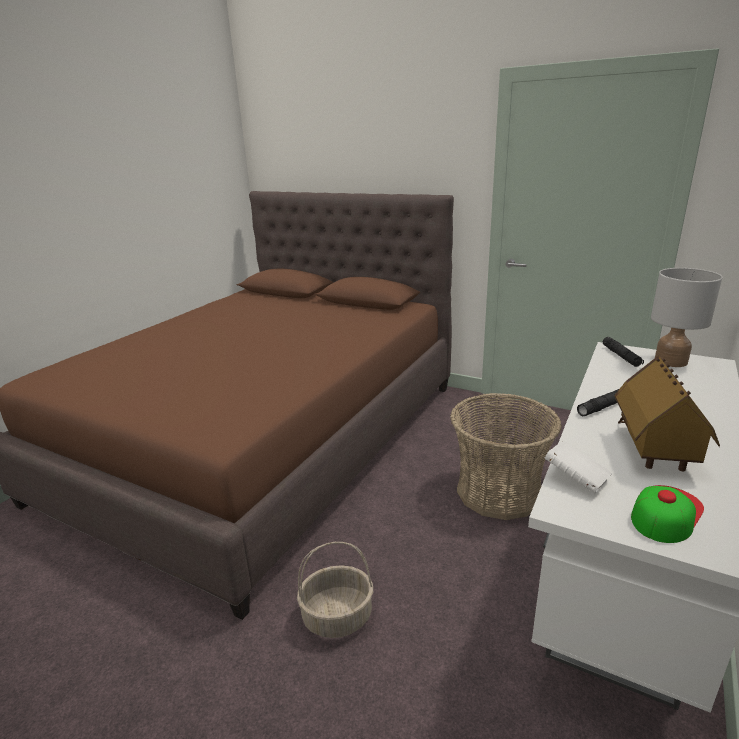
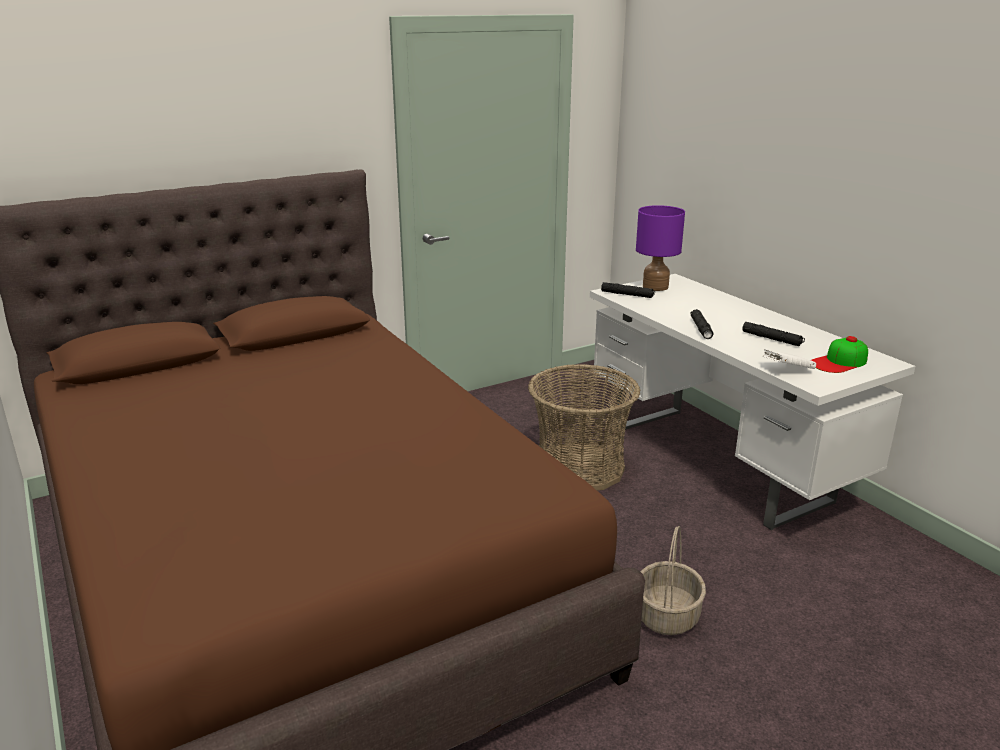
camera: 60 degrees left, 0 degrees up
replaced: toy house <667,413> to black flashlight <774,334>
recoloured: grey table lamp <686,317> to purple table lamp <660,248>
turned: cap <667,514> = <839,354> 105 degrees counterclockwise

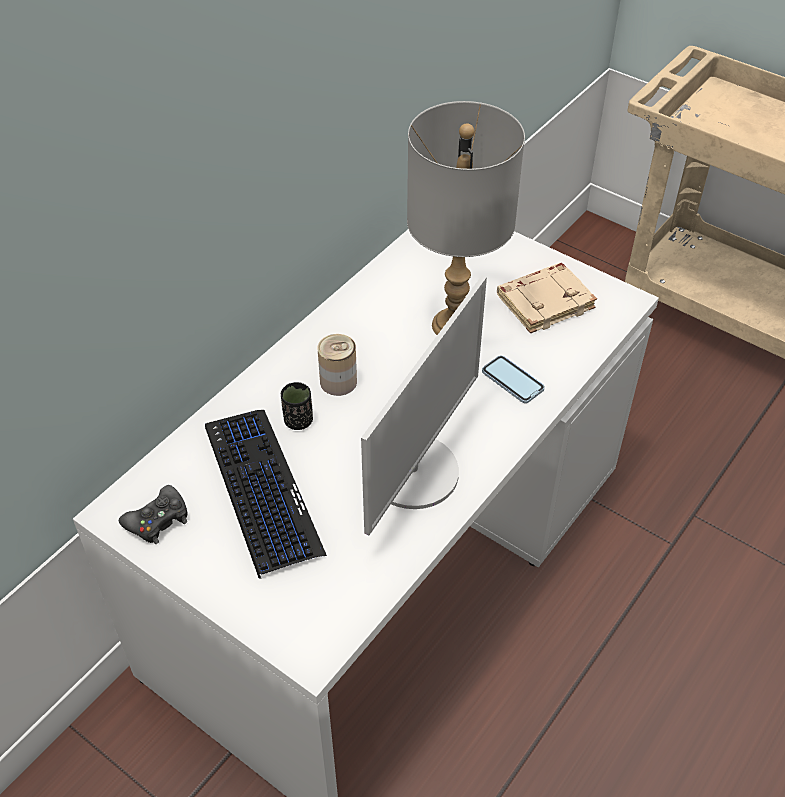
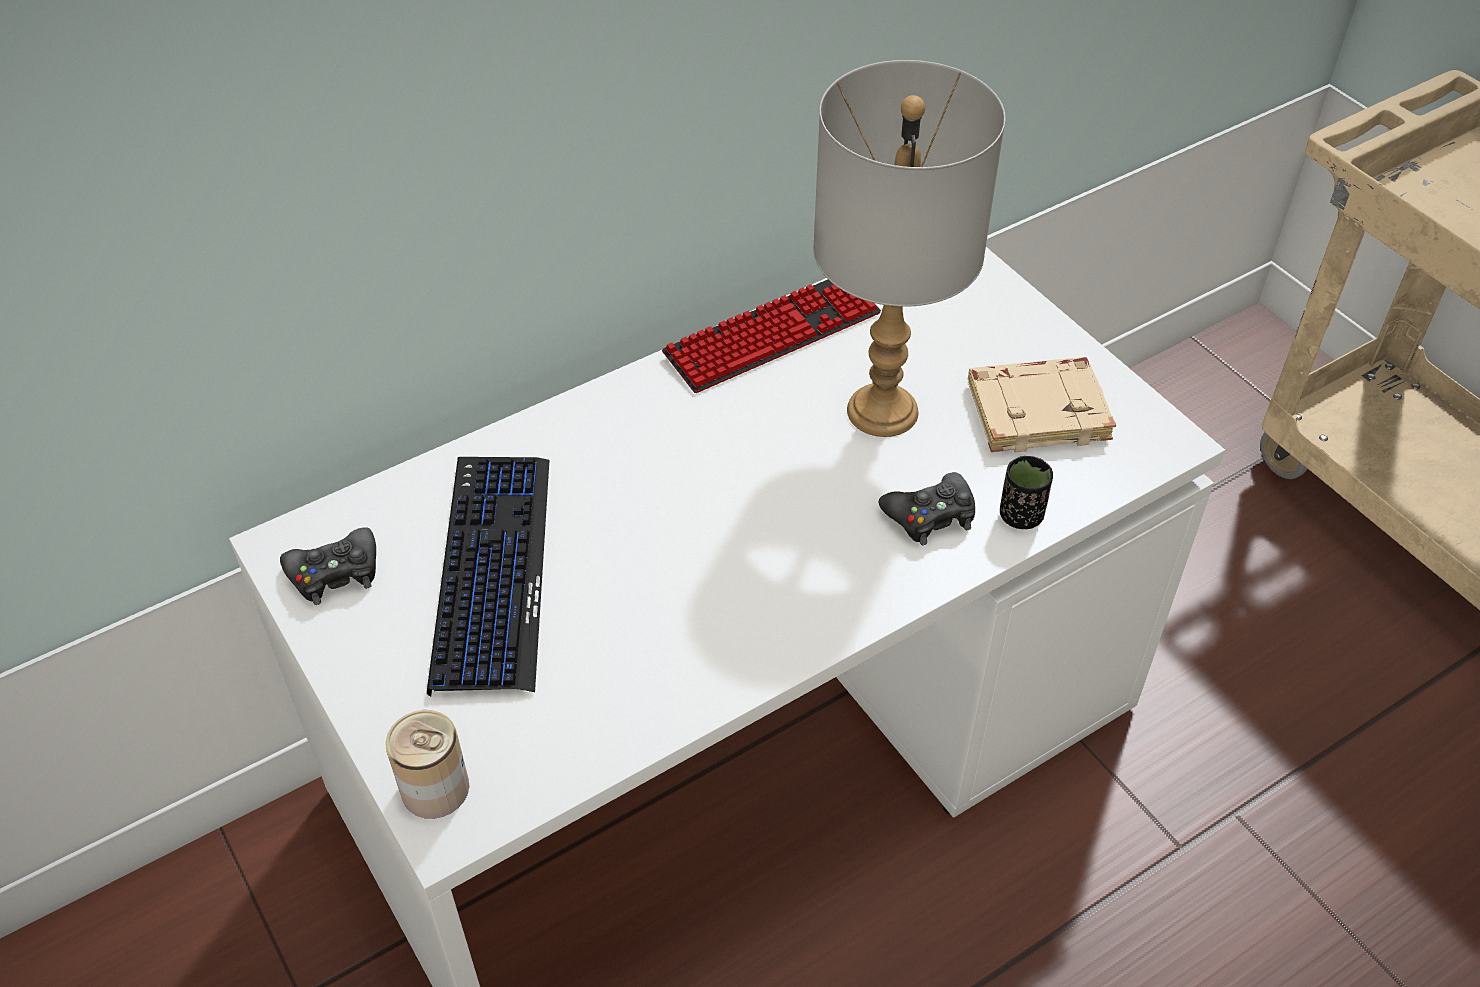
camera: 20 degrees right, 0 degrees up
removed: monitor <424,405>
added: keyboard <771,336>
moved: black cup <297,406> to <1026,492>; can <337,365> to <427,764>
replaced: phone <513,379> to black game controller <927,508>

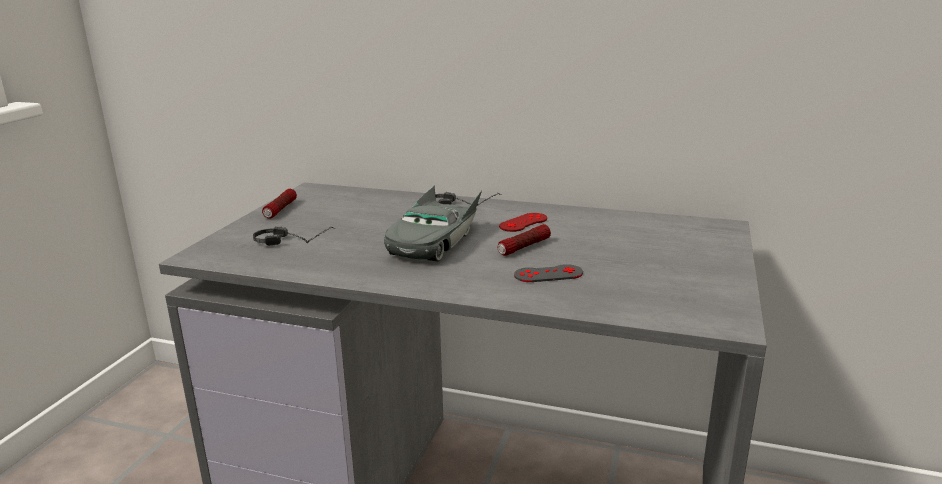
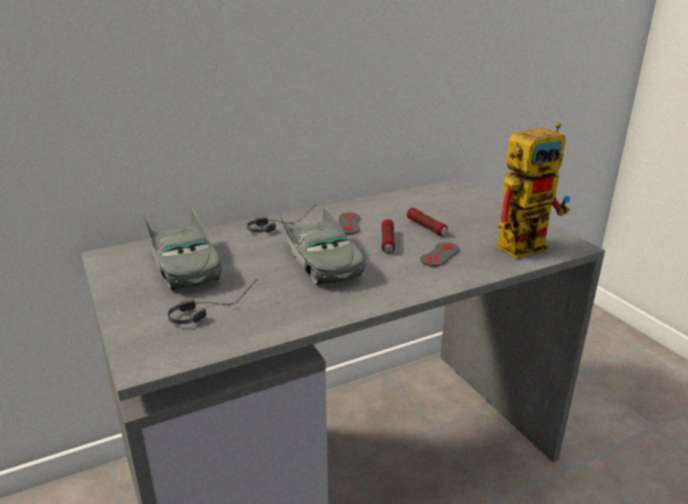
camera: 45 degrees left, 5 degrees up
added: grey toy car <183,249>; toy robot <533,190>
moved: flashlight <279,204> to <427,222>
recoloured: red game controller <523,222> to grey game controller <349,223>

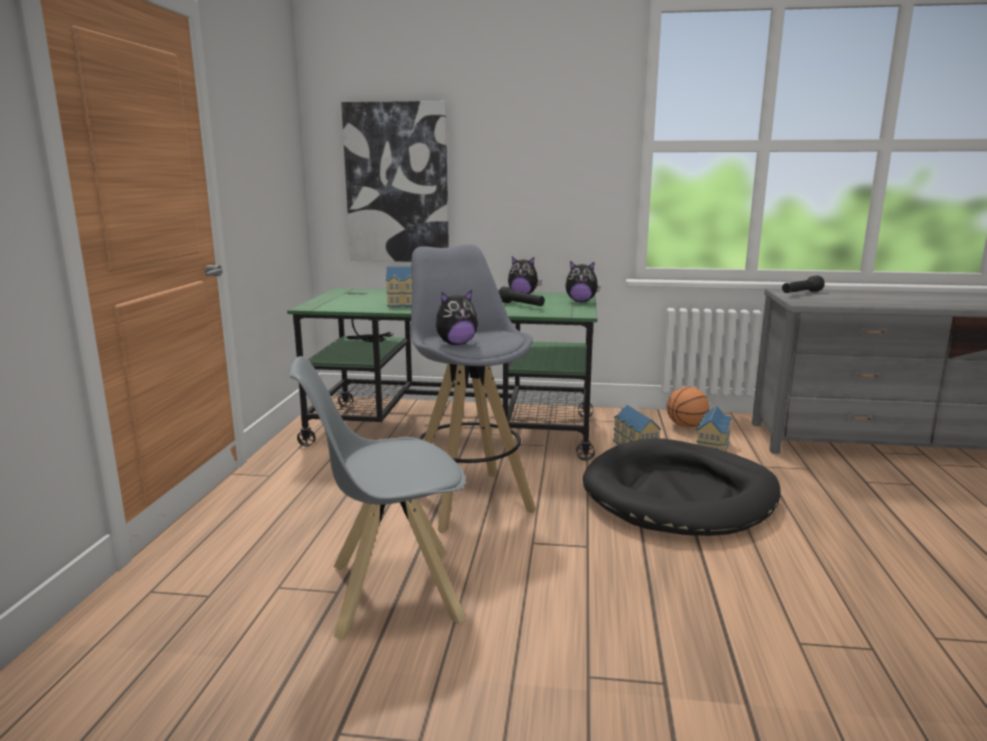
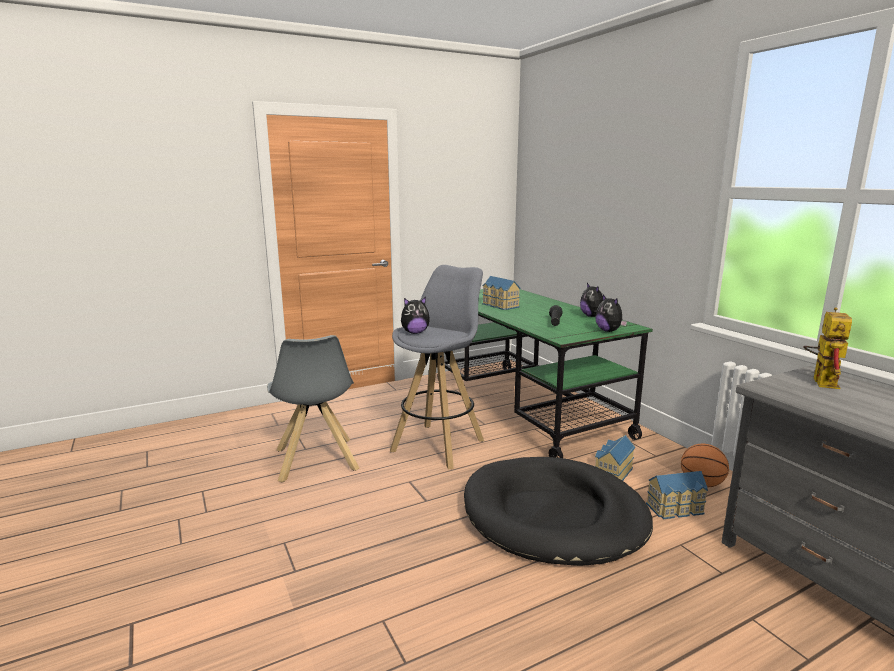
camera: 55 degrees right, 0 degrees up
removed: picture <395,181>
replaced: black flashlight <803,284> to toy robot <827,348>
turned: grey chair <377,498> = <313,408> 150 degrees counterclockwise; plush toy <457,317> = <415,315> 45 degrees counterclockwise

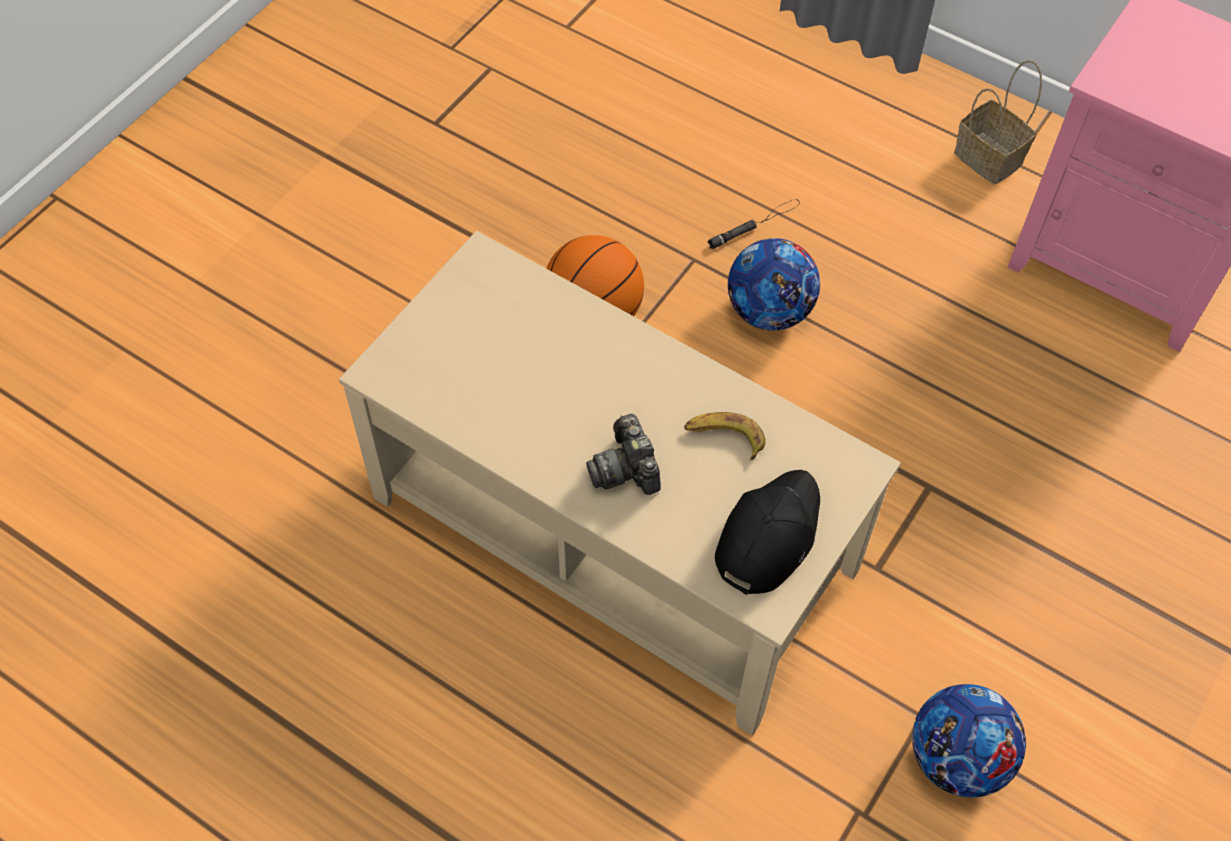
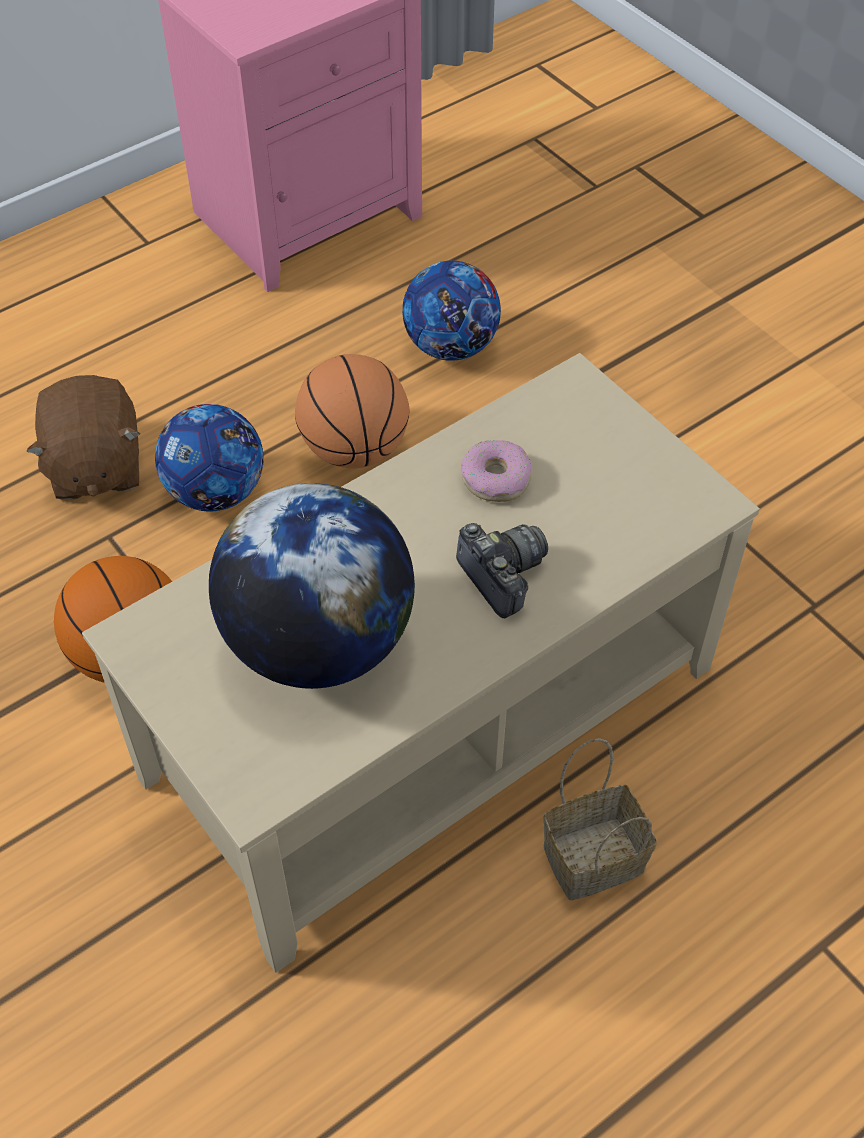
camera: 70 degrees left, 5 degrees down
removed: black cap <767,532>
added: globe <312,586>; basketball <352,411>
moved: football <969,740> to <451,311>; basket <998,122> to <600,819>
replaced: banana <725,436> to donut <496,471>; black flashlight <754,224> to brown plush toy <83,437>
turned: photo camera <623,454> = <502,570> 120 degrees counterclockwise

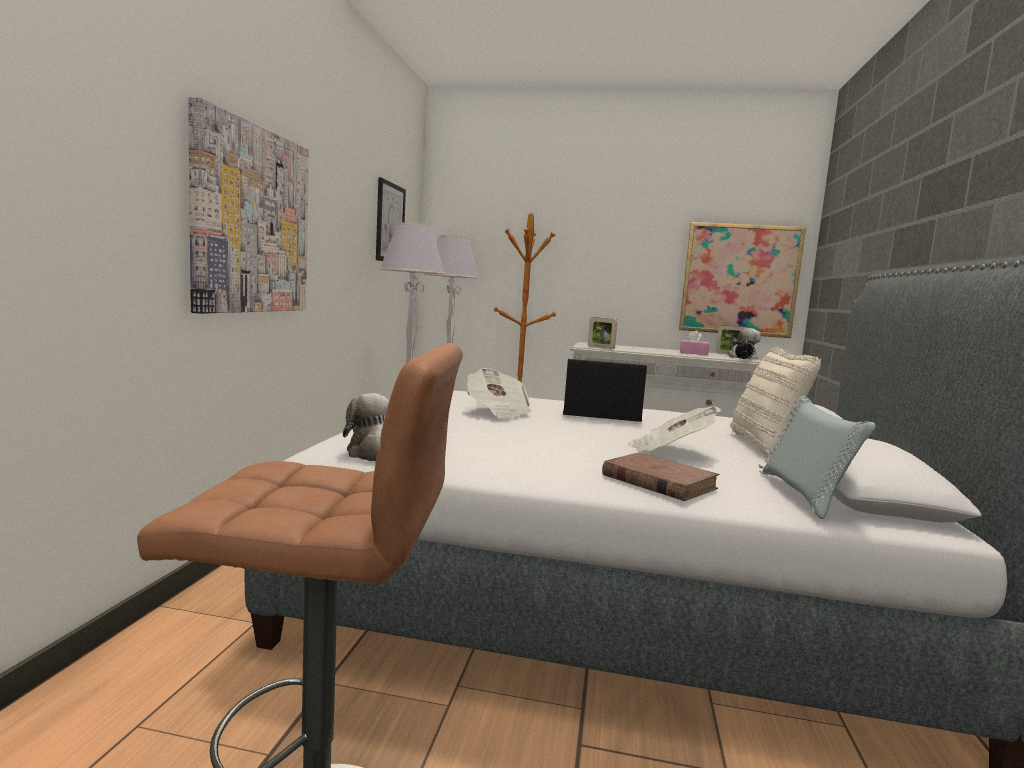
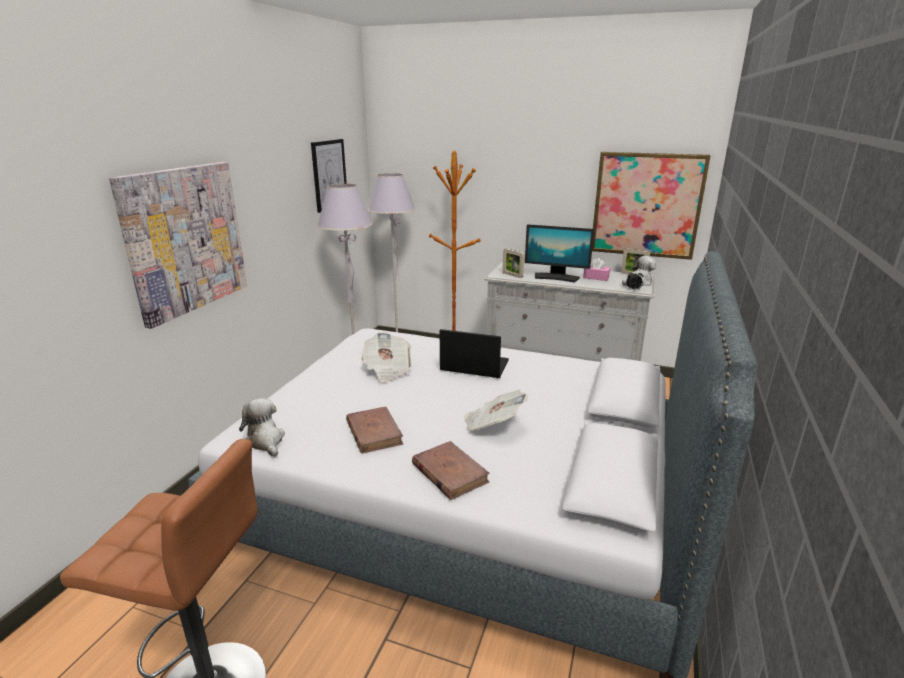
camera: 10 degrees right, 15 degrees up
removed: beige pillow <775,401>; blue pillow <817,457>
added: brown book <374,430>; monitor <559,253>

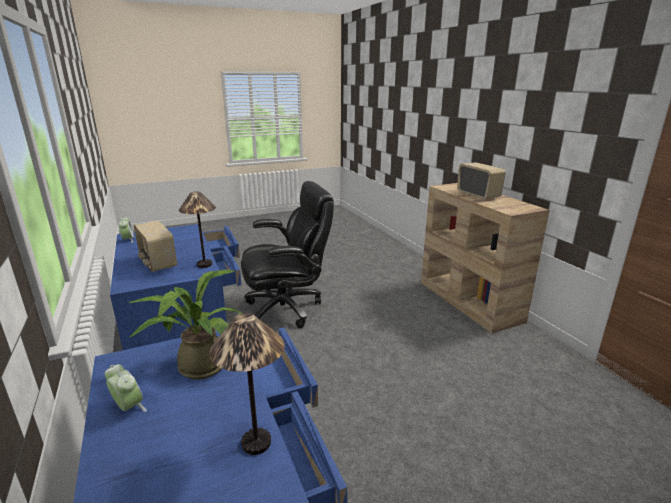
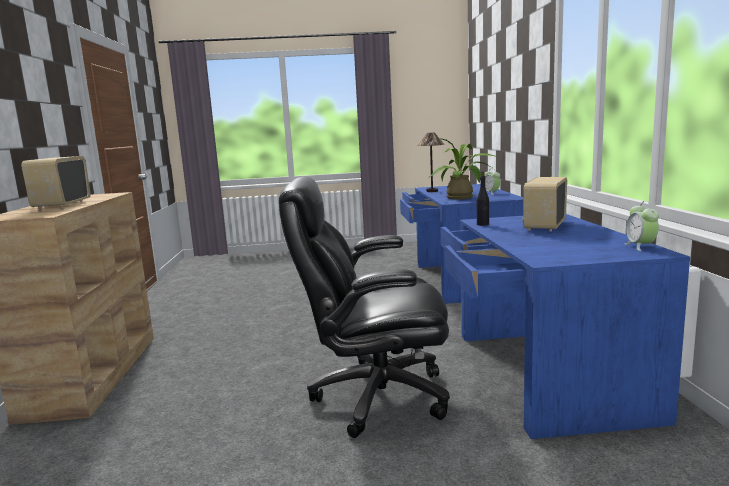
camera: 160 degrees left, 10 degrees down
replaced: table lamp <197,230> to black bottle <483,198>
turned: radio <155,246> = <544,204> 135 degrees counterclockwise

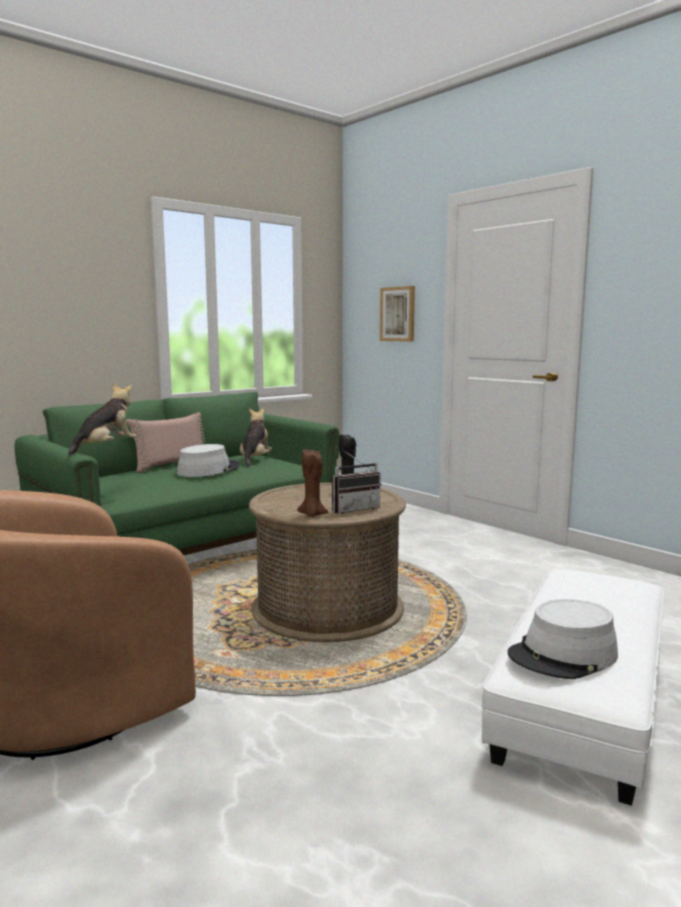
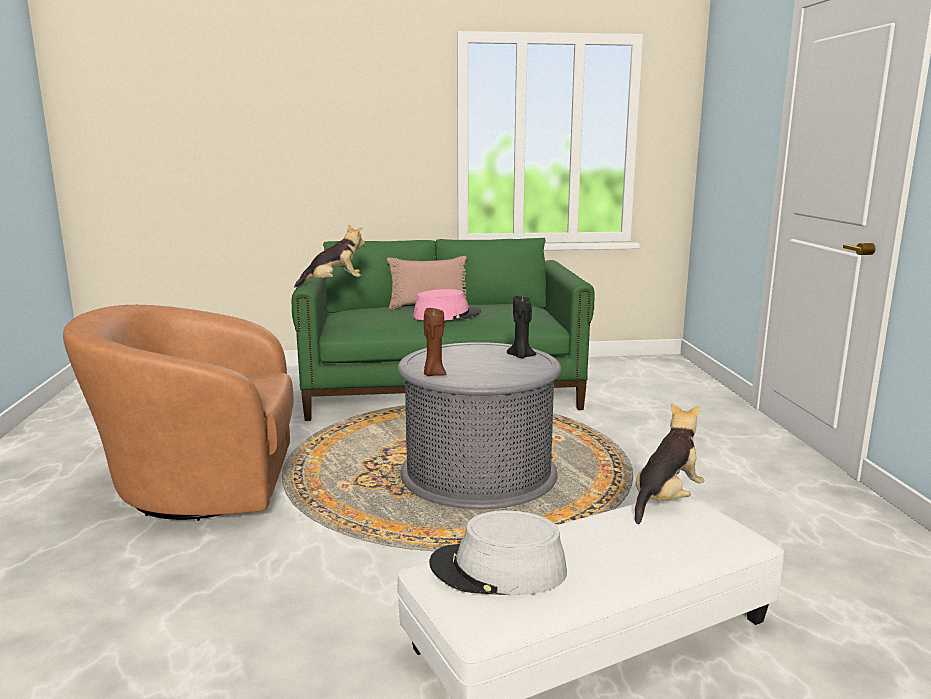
camera: 35 degrees right, 5 degrees up
removed: radio <356,482>; picture <397,314>
moved: plush toy <256,438> to <669,463>
recoloured: grey hat <208,460> to pink hat <447,304>; brown coffee table <327,562> to grey coffee table <479,425>

